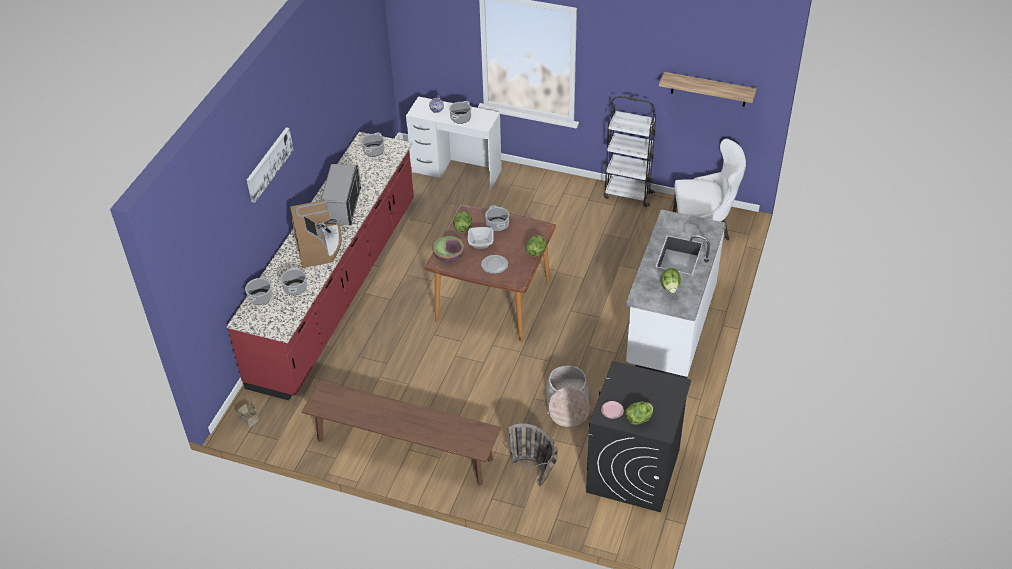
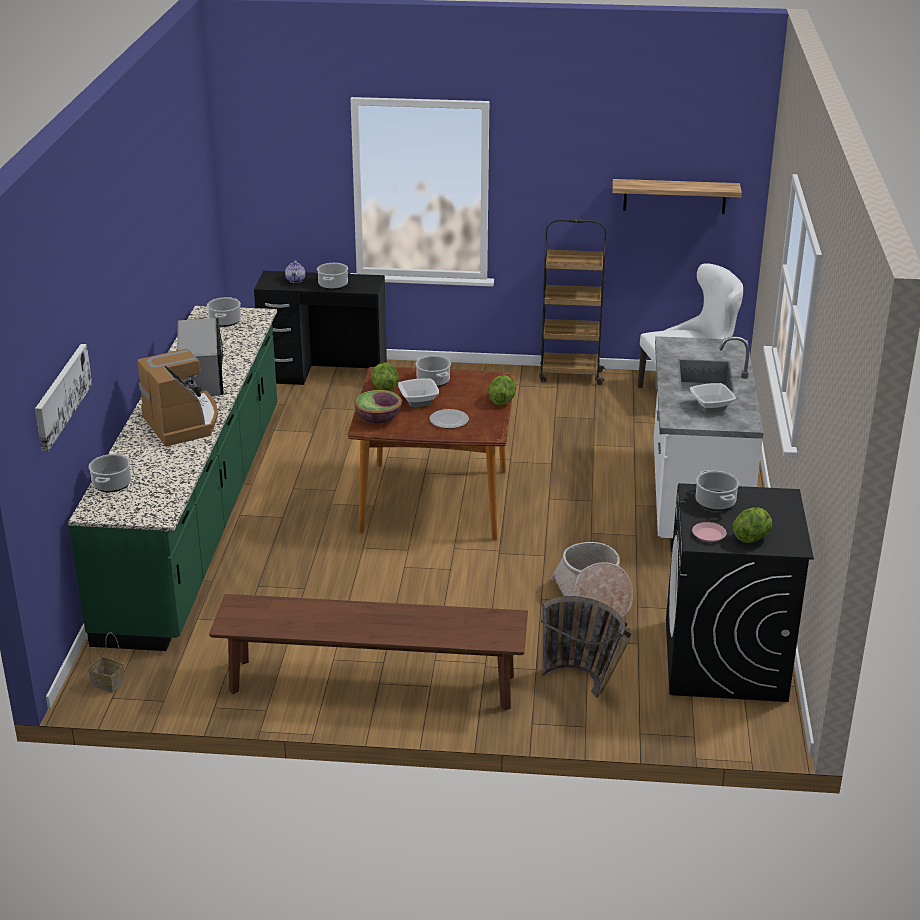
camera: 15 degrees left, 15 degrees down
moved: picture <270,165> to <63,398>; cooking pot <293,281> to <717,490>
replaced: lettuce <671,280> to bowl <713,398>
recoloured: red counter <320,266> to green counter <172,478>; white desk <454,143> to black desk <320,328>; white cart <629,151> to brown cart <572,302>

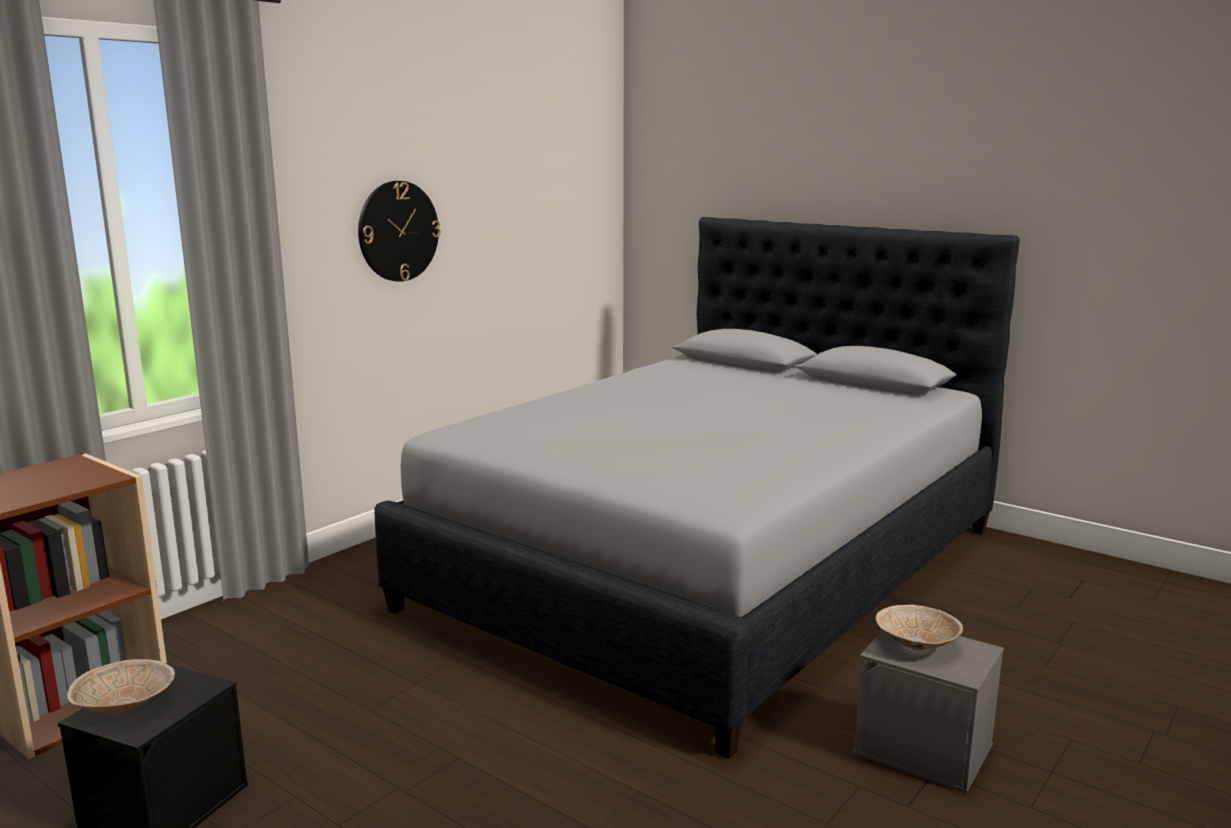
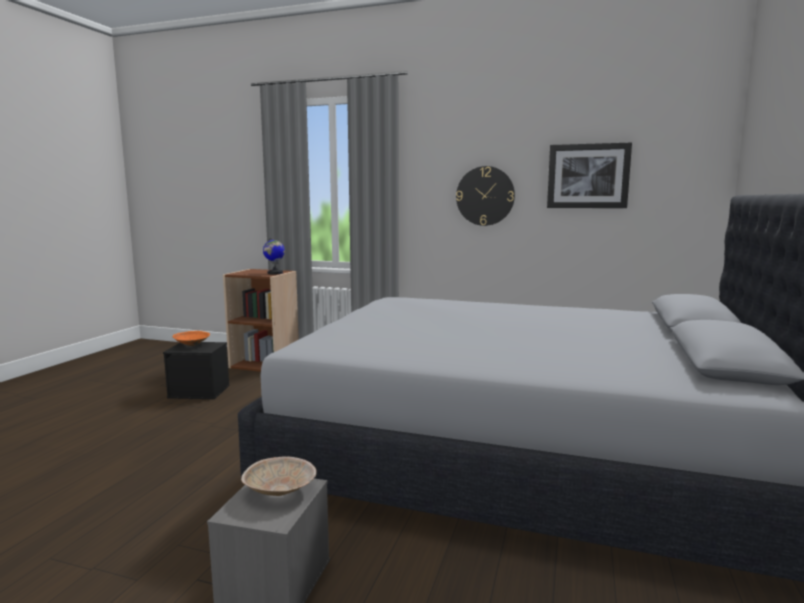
camera: 70 degrees right, 5 degrees down
added: globe <274,255>; picture <589,175>
recoloured: beige bowl <121,686> to orange bowl <191,338>

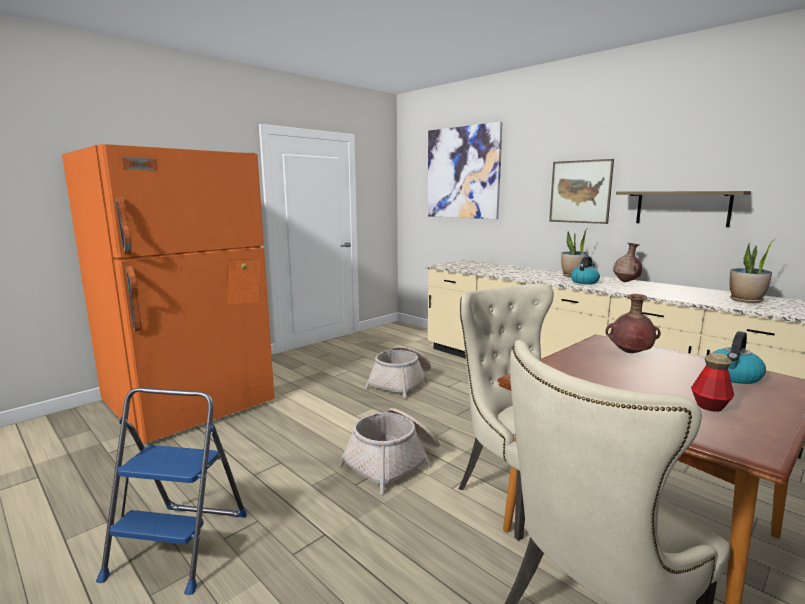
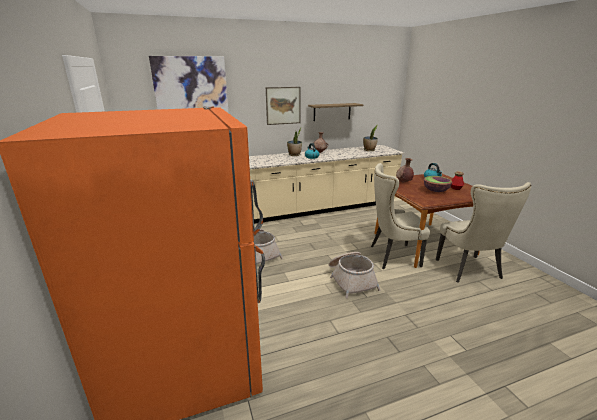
camera: 65 degrees left, 10 degrees up
removed: blue step ladder <171,491>
added: bowl <438,184>

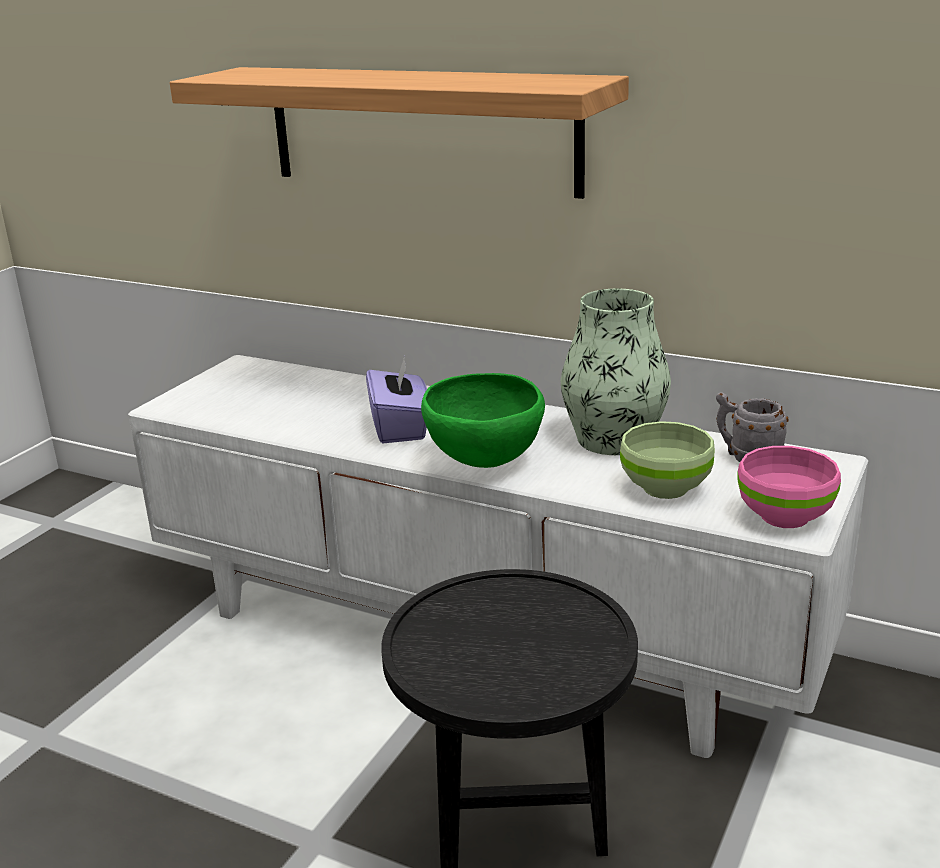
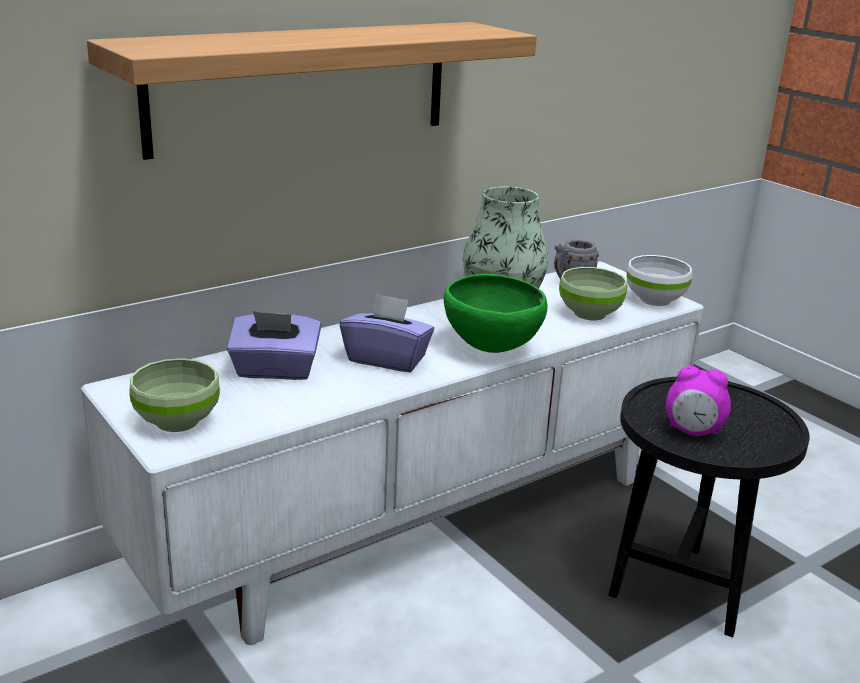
camera: 65 degrees left, 0 degrees up
added: green bowl <174,395>; purple tissue box <274,345>; alarm clock <698,401>
recoloured: pink bowl <789,487> to white bowl <659,280>

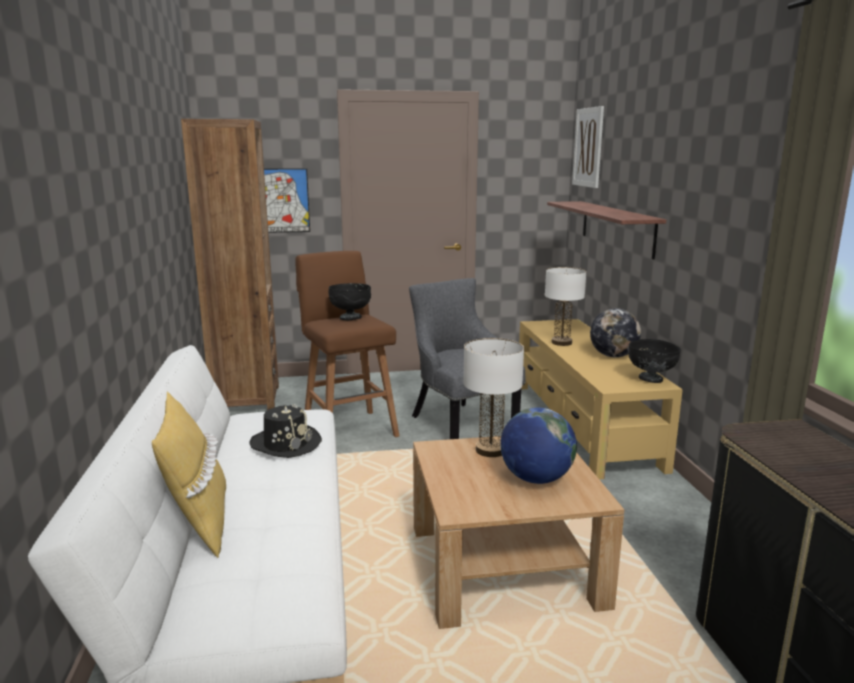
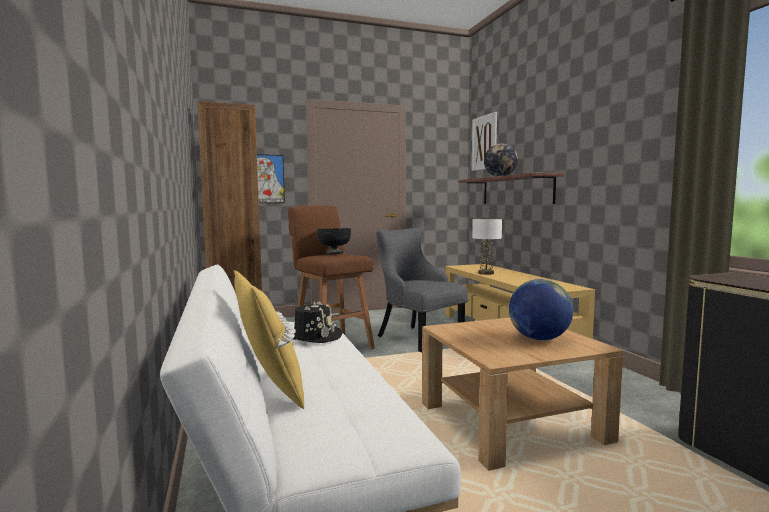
camera: 10 degrees left, 10 degrees down
removed: table lamp <494,397>; black bowl <655,361>
moved: globe <615,332> to <501,160>

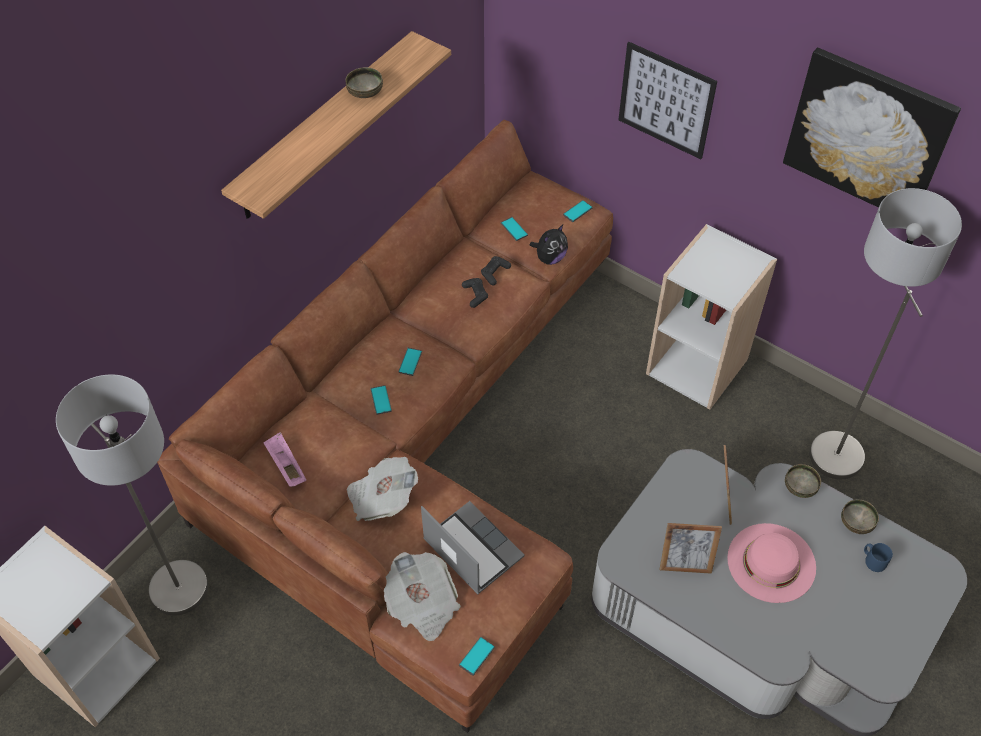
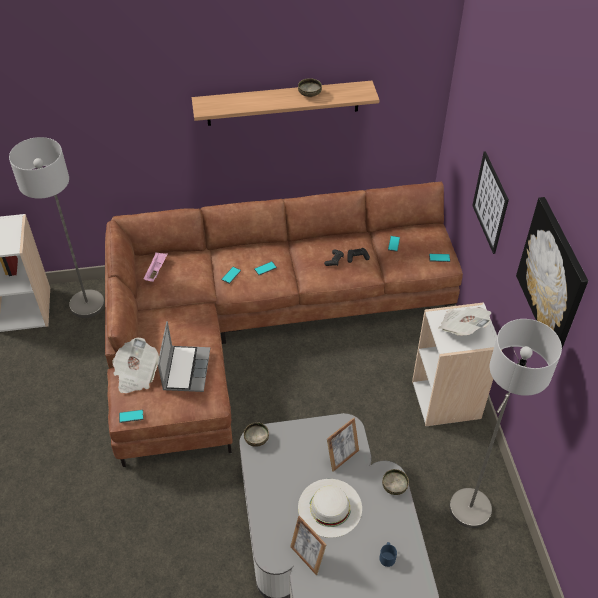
camera: 45 degrees right, 5 degrees down
removed: plush toy <549,245>
moved: newspaper <382,489> to <465,321>; picture frame <691,548> to <308,545>; bowl <860,516> to <256,434>
recoloured: pink hat <771,563> to white hat <330,508>

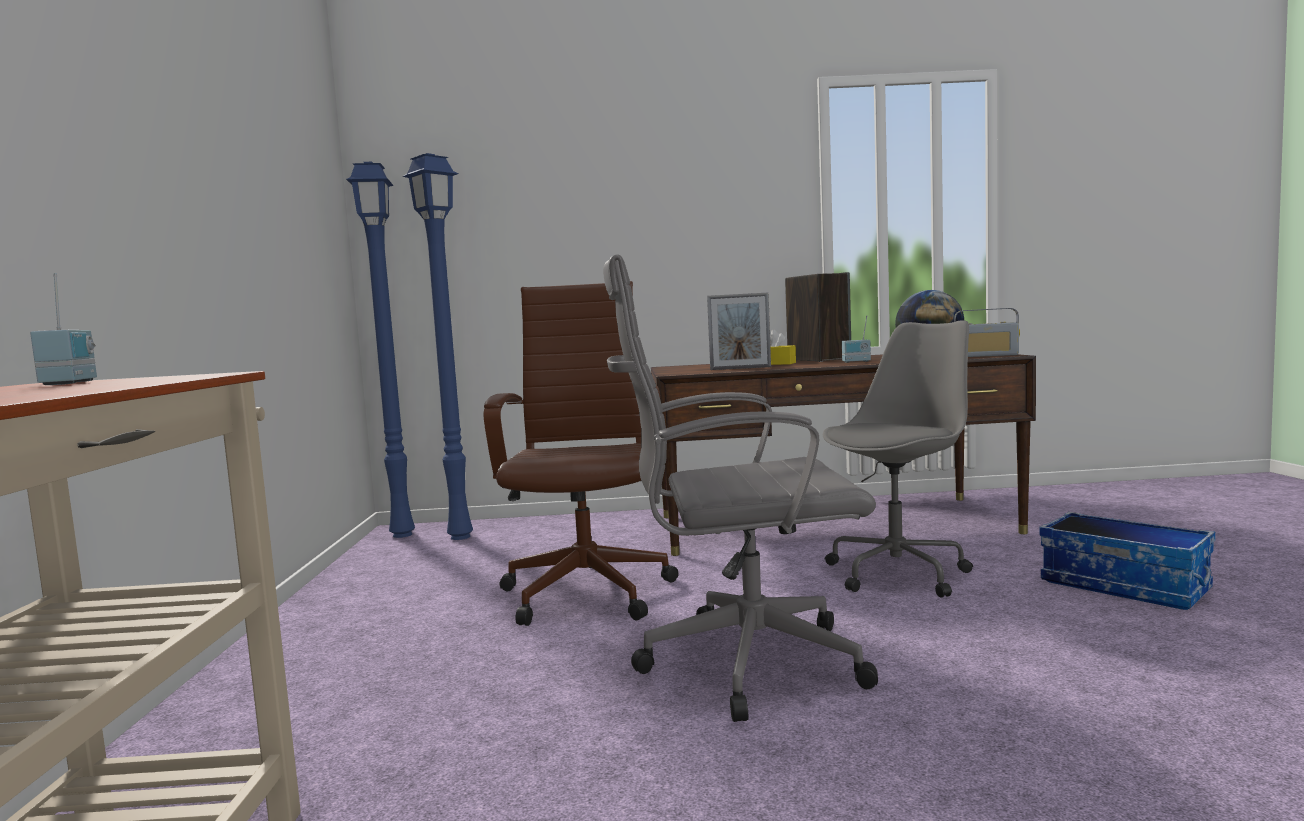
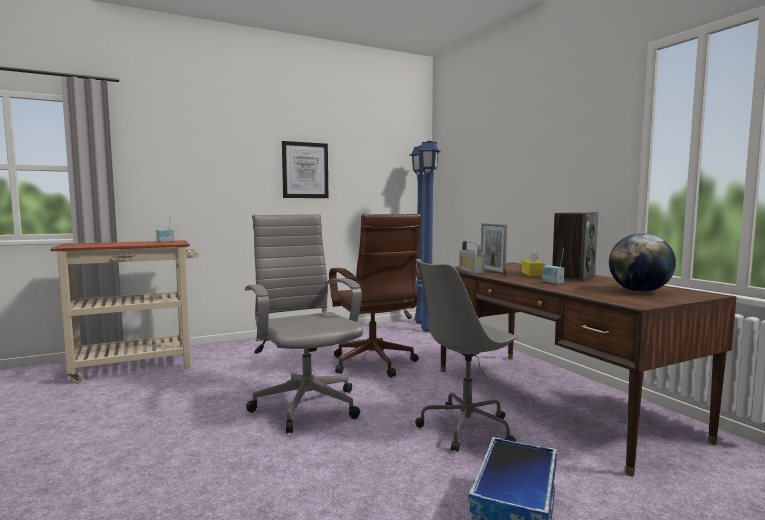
camera: 65 degrees right, 0 degrees up
added: picture <305,169>
moved: radio <987,332> to <472,257>
turned: brown office chair <581,453> = <375,295> 90 degrees clockwise; grey office chair <898,459> = <467,355> 120 degrees clockwise

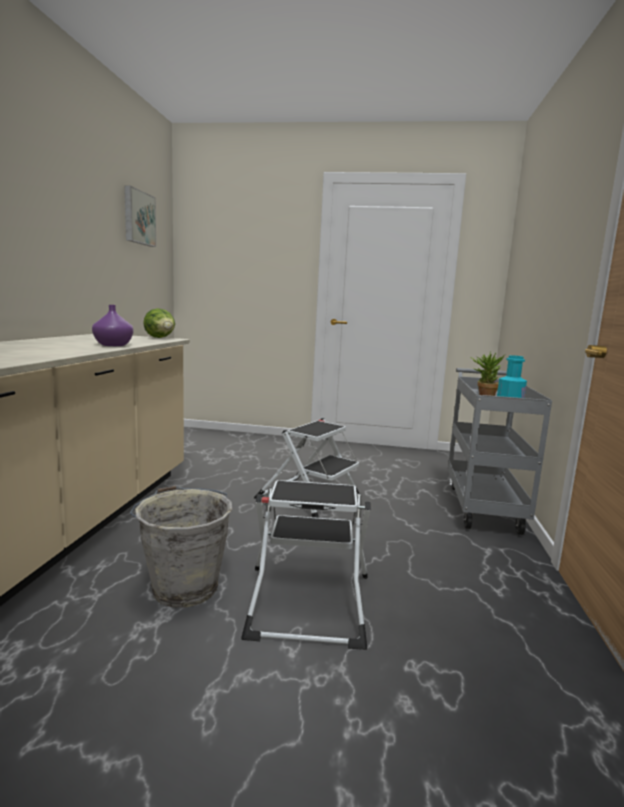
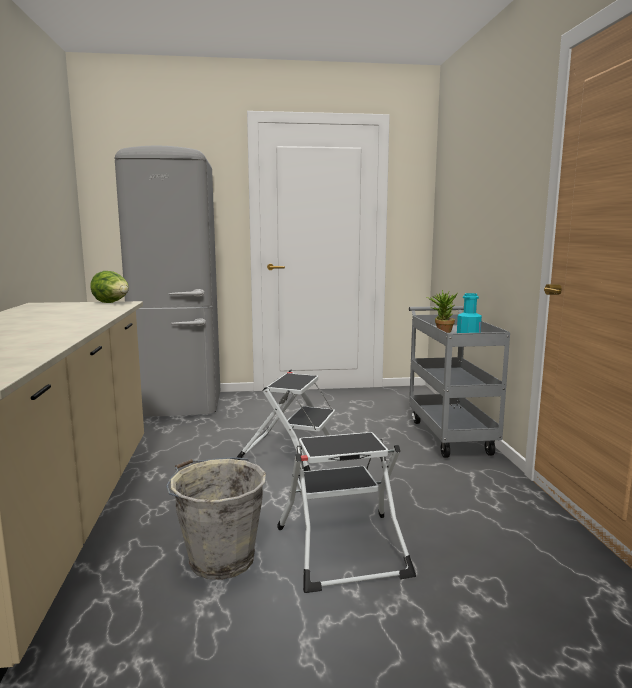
camera: 15 degrees left, 0 degrees up
removed: purple vase <112,325>; picture <140,216>
added: grey fridge <167,281>

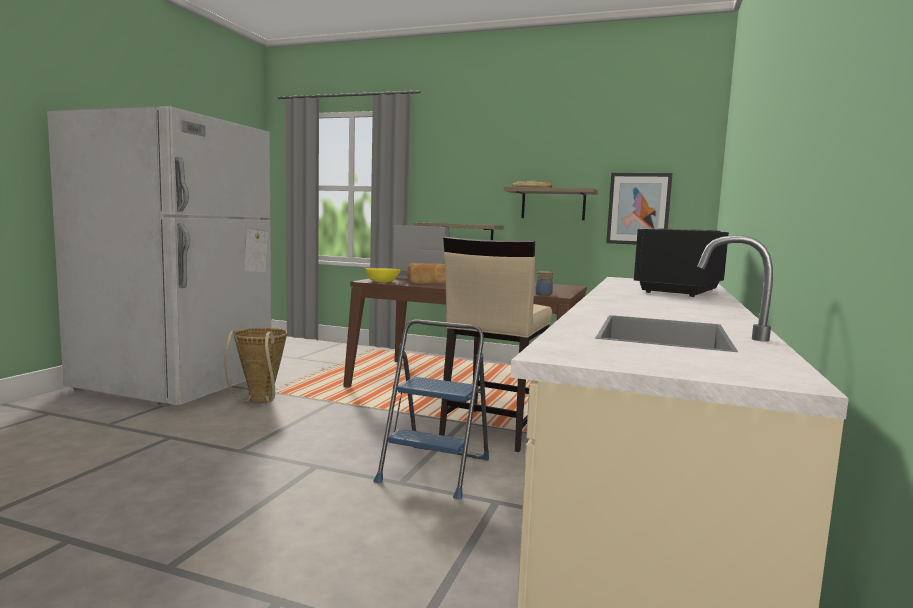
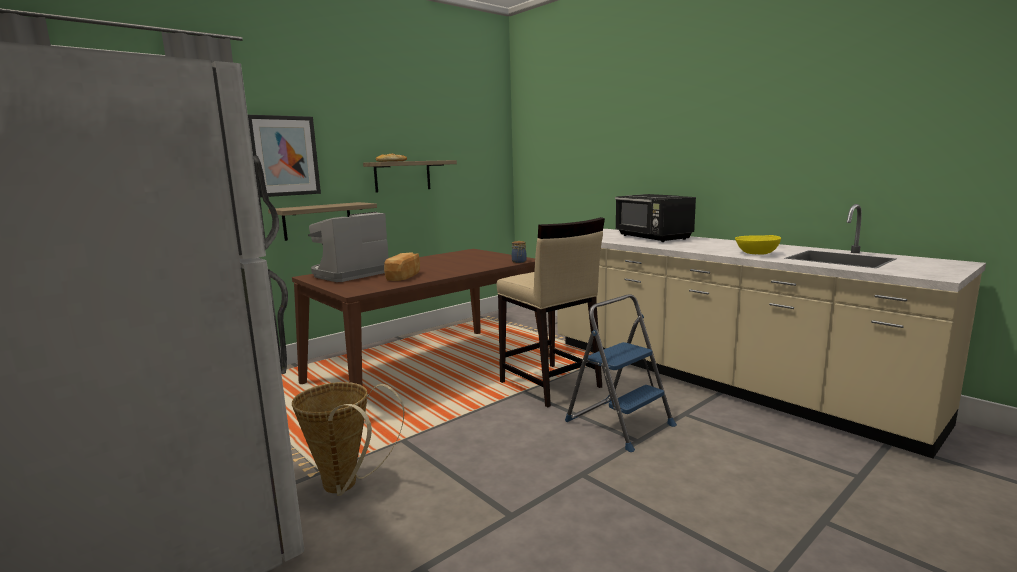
camera: 60 degrees left, 5 degrees up
moved: yellow bowl <383,275> to <758,244>; picture <639,209> to <284,156>

